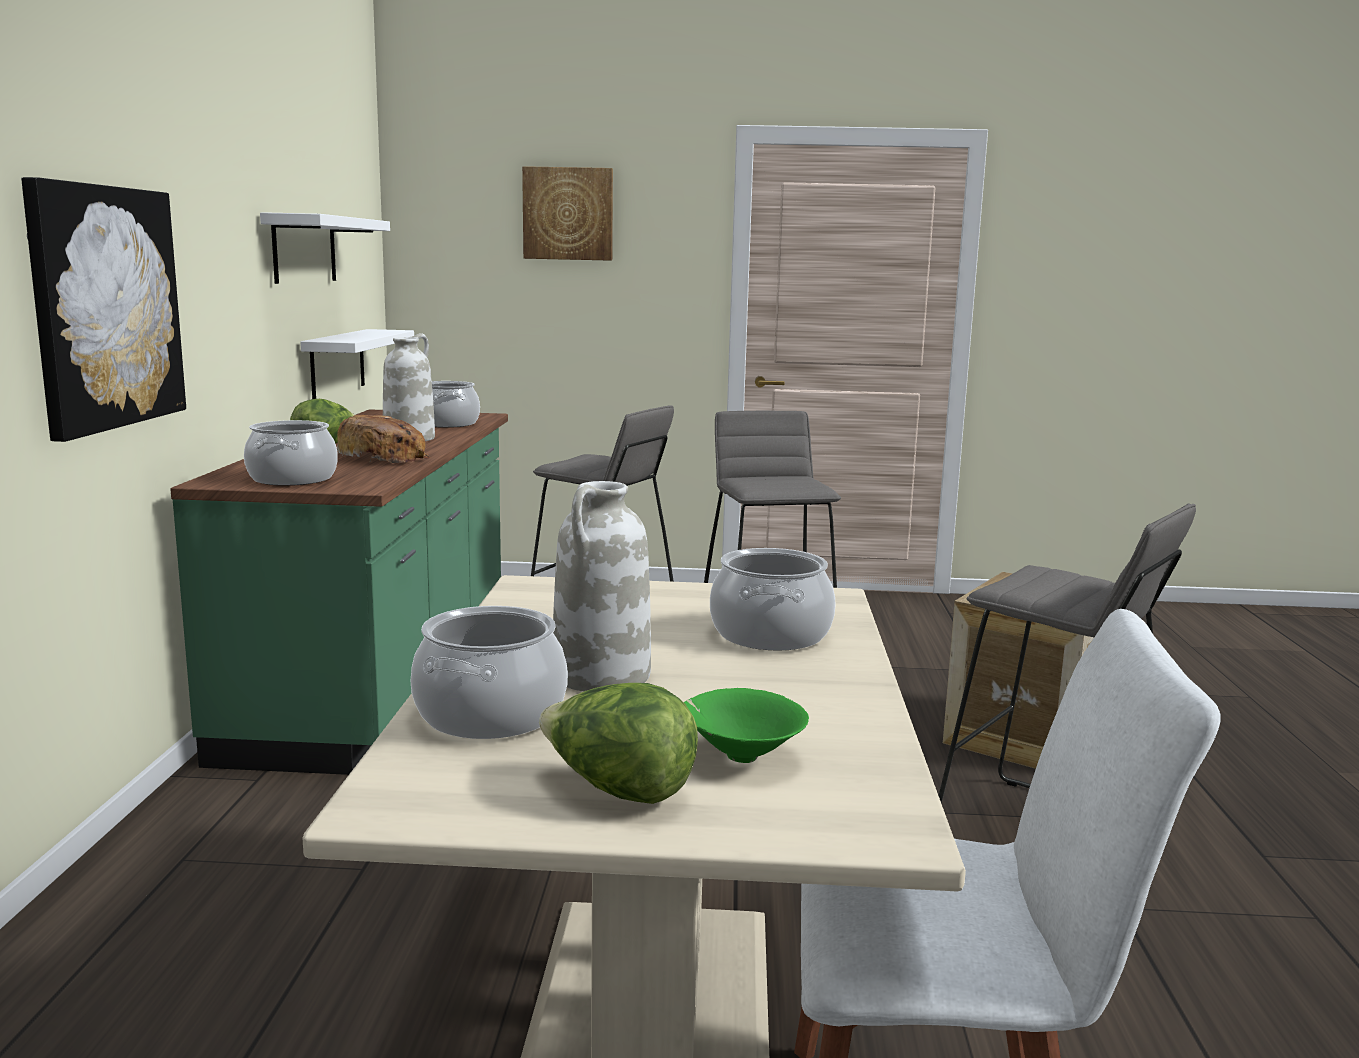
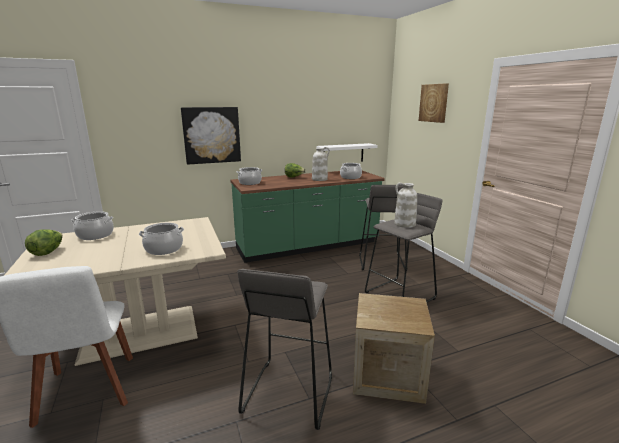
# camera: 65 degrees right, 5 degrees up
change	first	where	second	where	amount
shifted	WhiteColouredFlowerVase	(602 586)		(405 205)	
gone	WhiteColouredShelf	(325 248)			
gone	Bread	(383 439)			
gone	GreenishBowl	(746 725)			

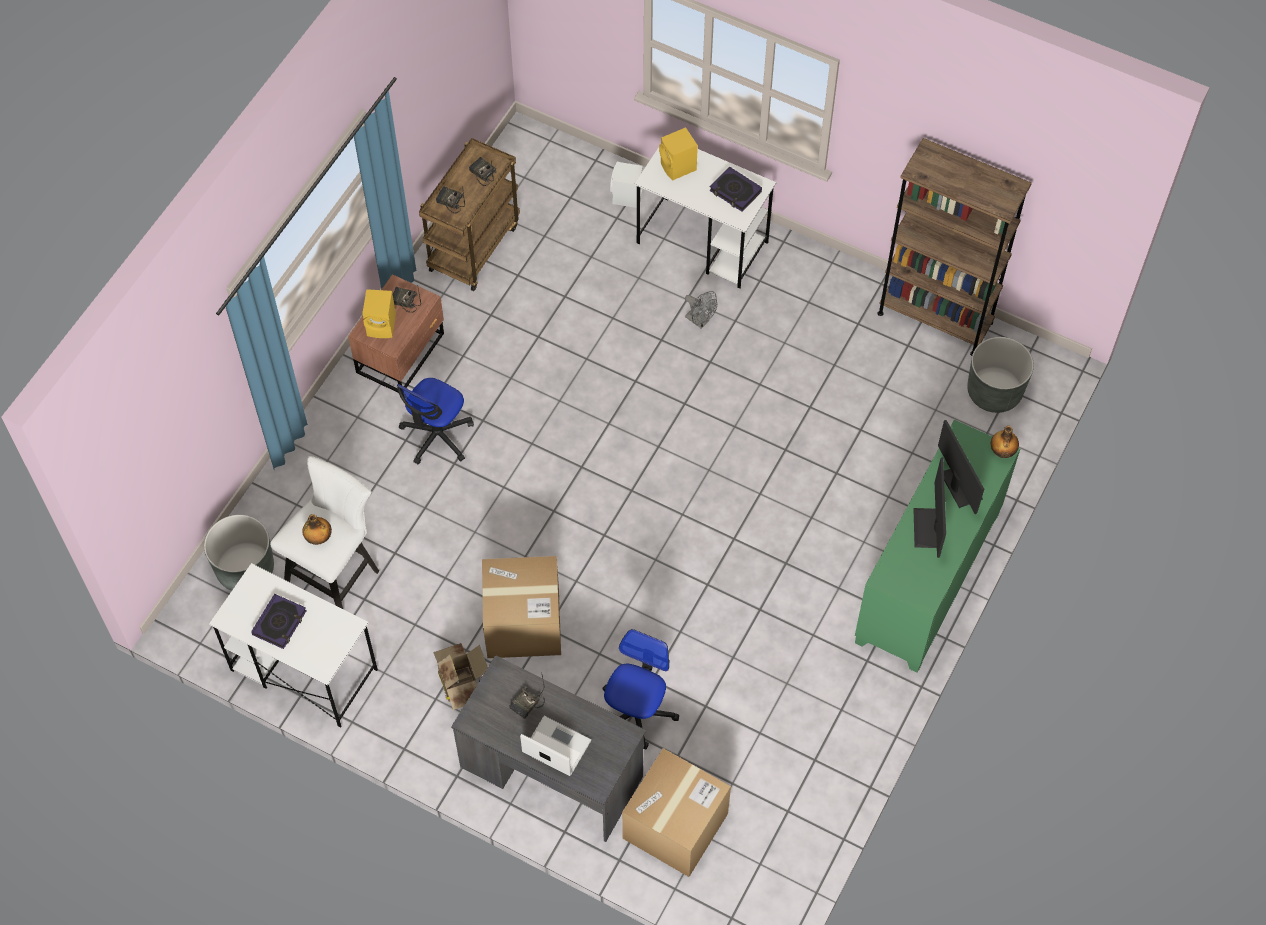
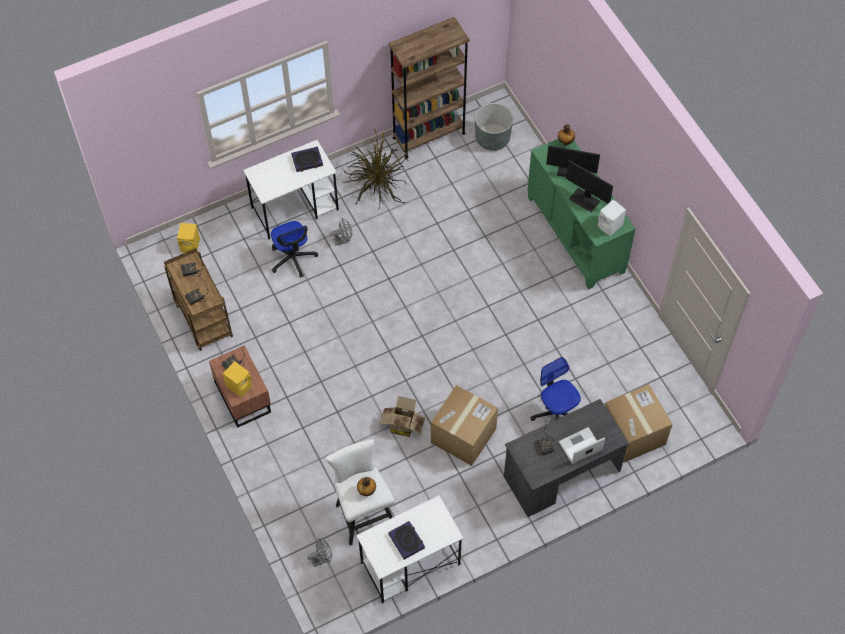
# camera: 55 degrees left, 0 degrees up
change	first	where	second	where	amount
shifted	YellowSpeaker	(678 154)		(188 238)	
shifted	DeskChair	(435 421)		(294 249)	
swapped	GreyishPlantPot	(239 553)	GreyishFan	(319 552)	
new			Houseplant	(376 169)	
shifted	PackingBox	(460 676)		(402 416)	
shifted	WhiteColouredSpeaker	(626 185)		(612 217)	

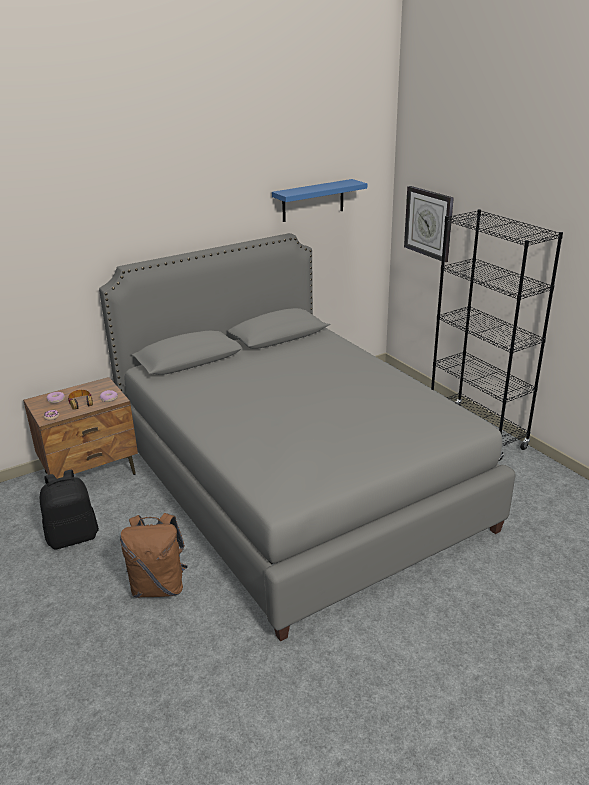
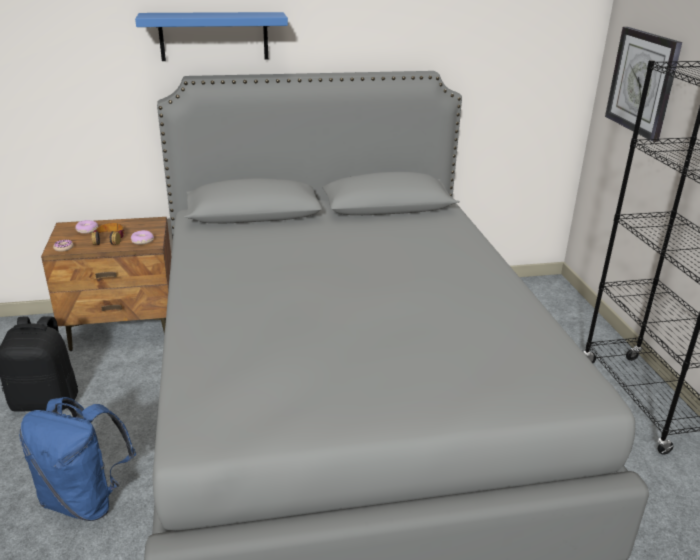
# camera: 20 degrees right, 0 degrees up
change	first	where	second	where	amount
repainted	BrownishKnapsack	(154 555)	BlueKnapsack	(77 459)	
shifted	BlueShelf	(319 200)		(211 36)	

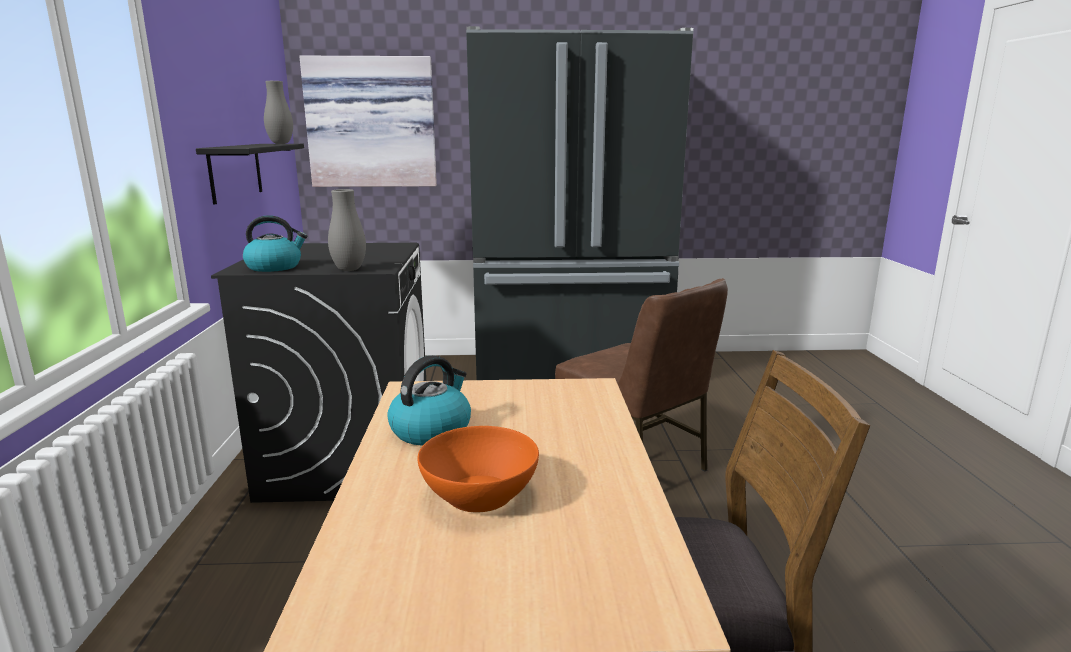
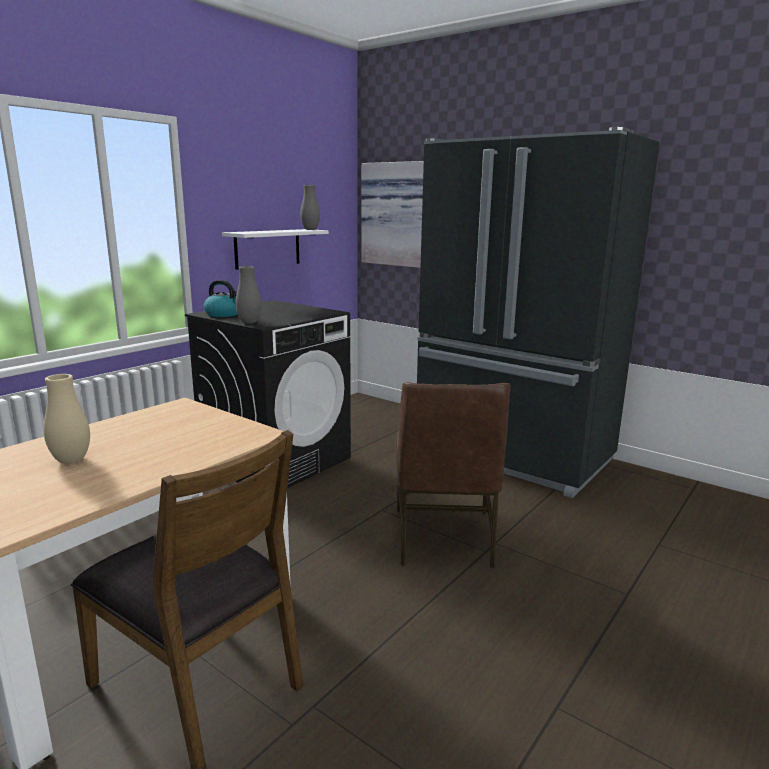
# camera: 40 degrees right, 0 degrees up
change	first	where	second	where	amount
swapped	OrangeBowl	(478 469)	BeigeFlowerVase	(67 419)	
repainted	BlackishShelf	(250 174)	WhiteColouredShelf	(275 249)	
gone	TeaKettle	(429 400)			

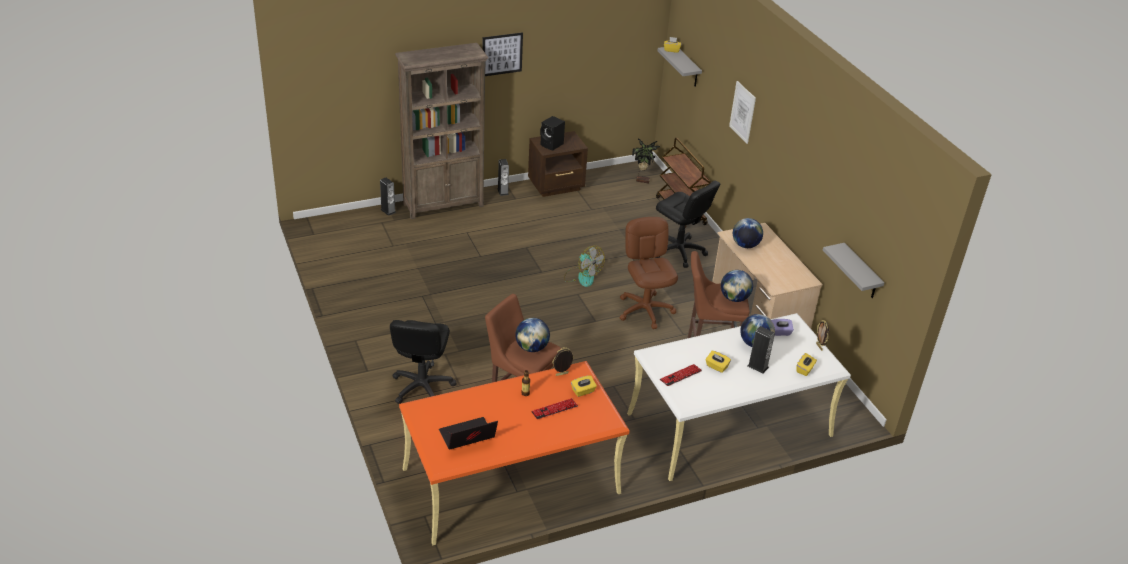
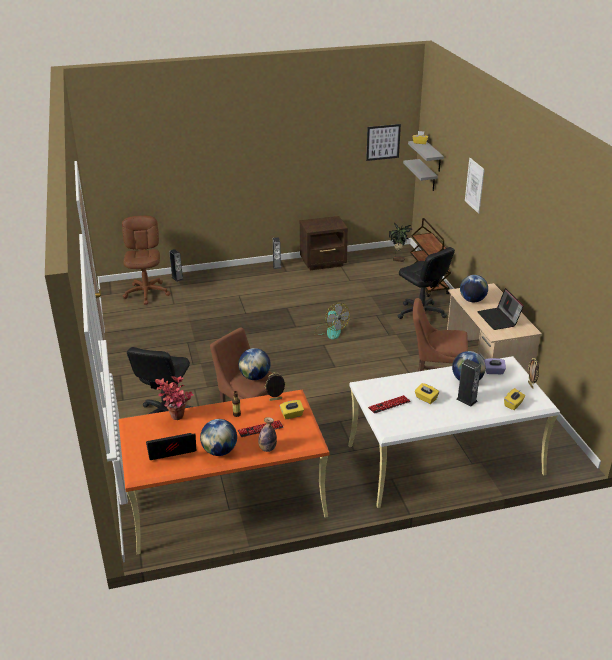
# camera: 10 degrees right, 5 degrees down
change	first	where	second	where	amount
shifted	BrownishDeskChair	(649 273)		(146 260)	
new			Houseplant	(174 398)	
shifted	Globe	(737 286)		(218 437)	
new			Bottle	(267 434)	
shifted	Picture	(502 54)		(383 142)	
shifted	GreyishShelf	(853 270)		(420 175)	
new			PortableComputer	(500 309)	
gone	BrownishBookcase	(441 131)			
gone	BlackishSpeaker	(552 133)			

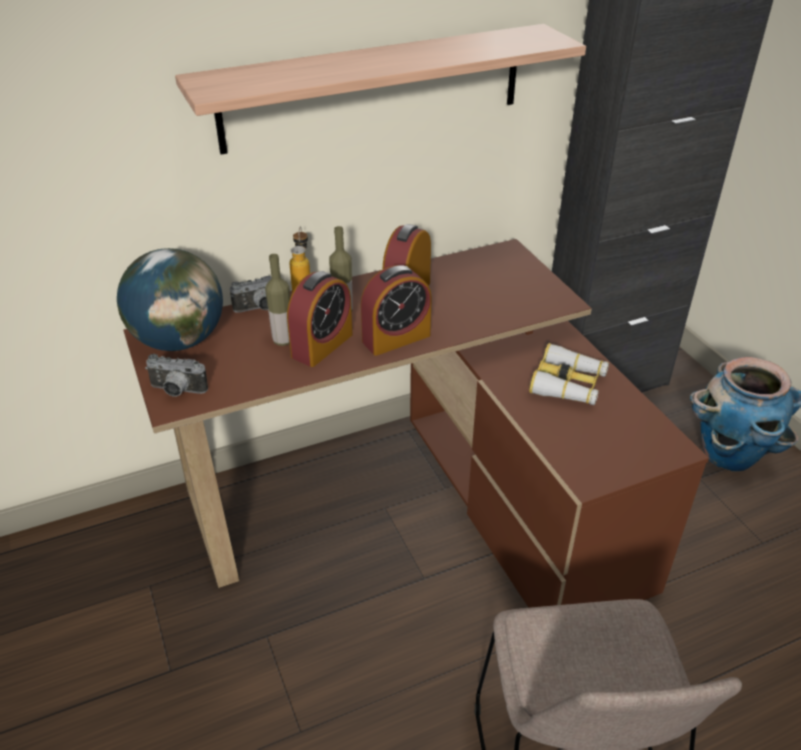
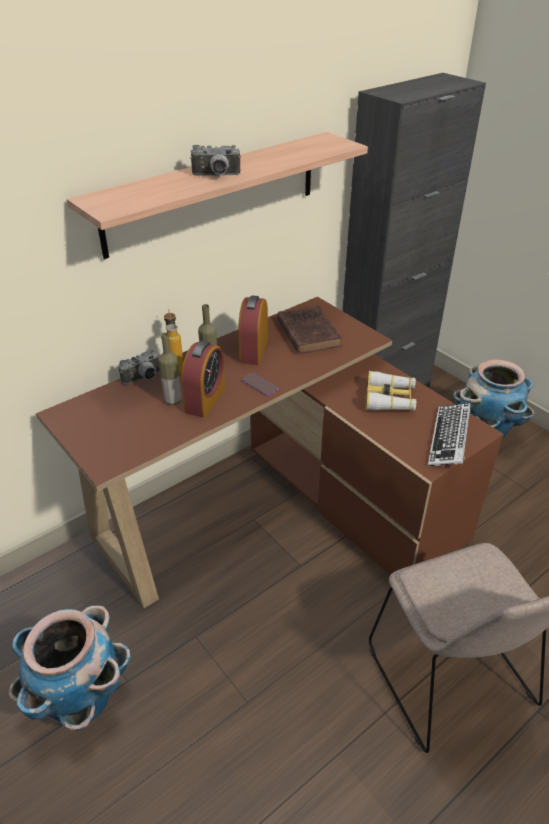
# camera: 15 degrees left, 0 degrees up
change	first	where	second	where	amount
new			PlantPot	(70 668)	
shifted	StillCamera	(176 375)		(215 160)	
swapped	AlarmClock	(396 310)	Telephone	(260 384)	
new			BrownishBook	(309 329)	
new			ComputerKeyboard	(449 434)	
gone	Globe	(170 299)			

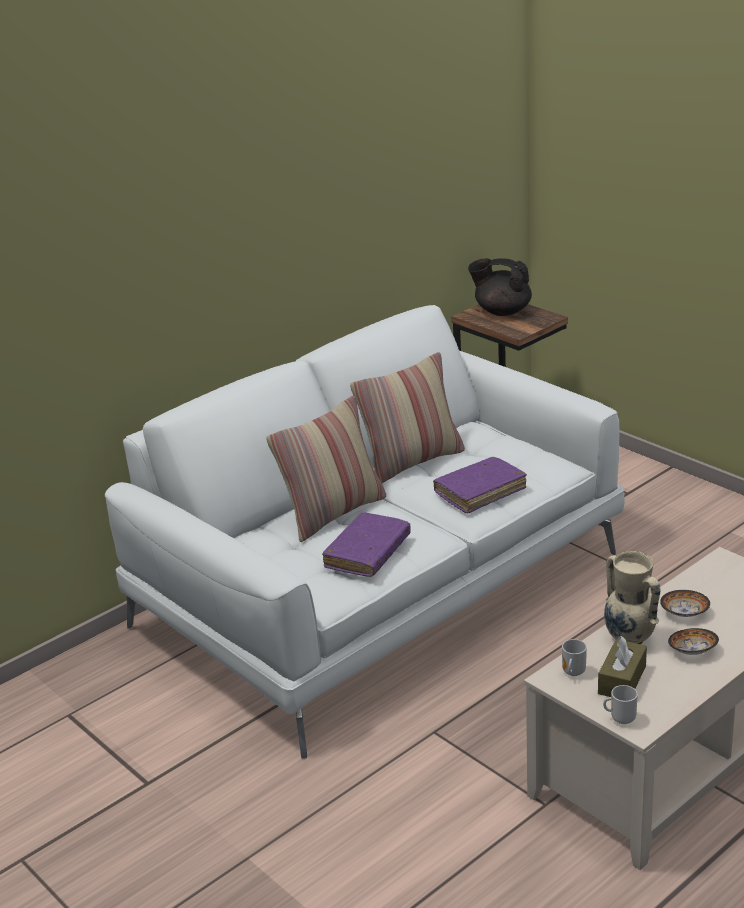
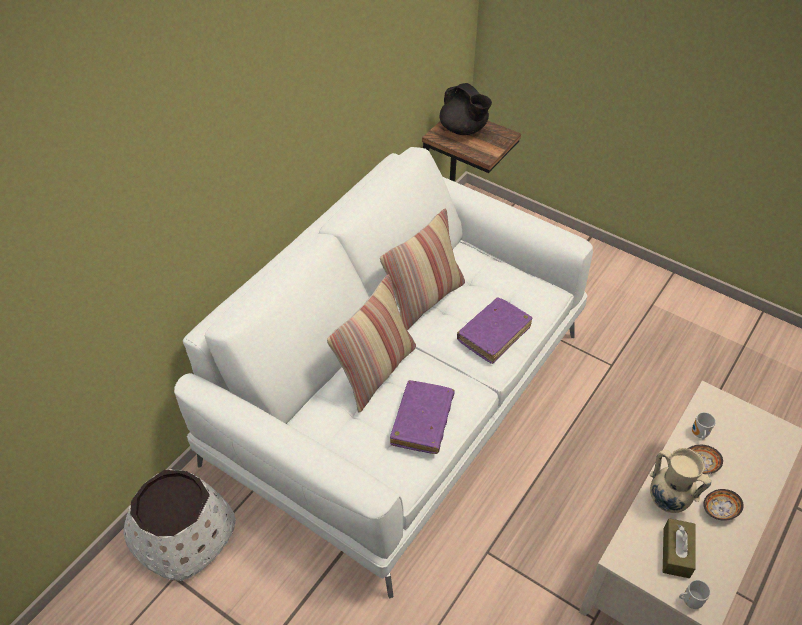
# camera: 15 degrees left, 20 degrees up
change	first	where	second	where	amount
new			WhiteColouredPlantPot	(179 525)	
rotated	BlackishTeapot	(500 287)		(466 109)	135 degrees counterclockwise
shifted	TeaMug	(574 657)		(704 426)	

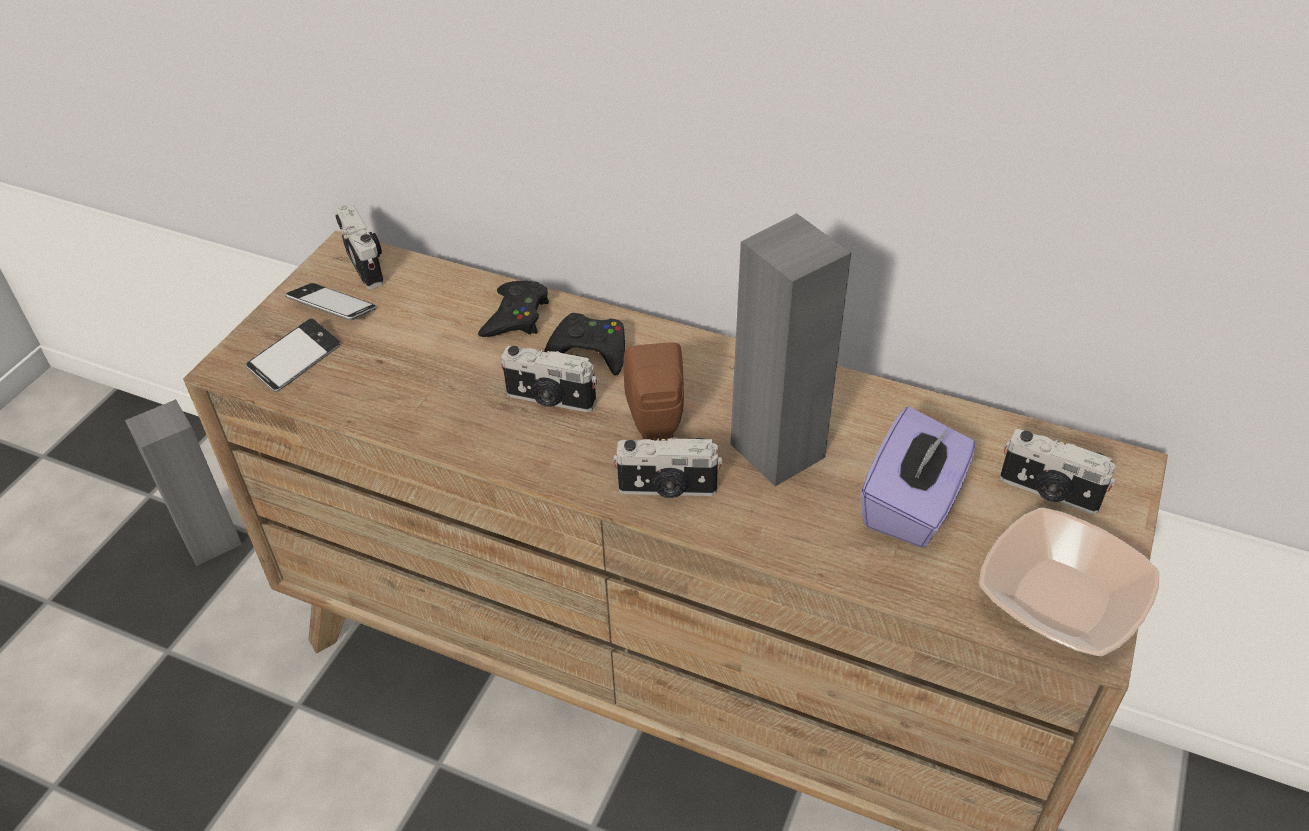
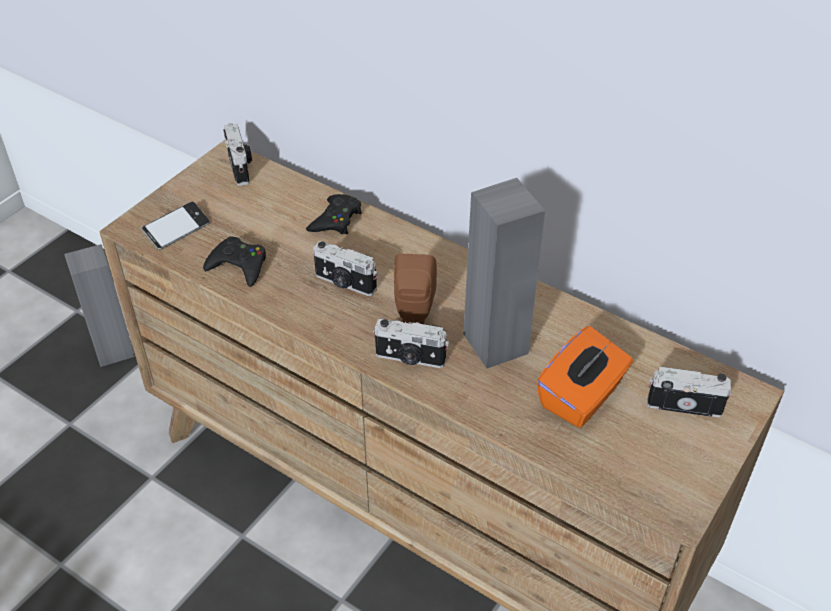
# camera: 10 degrees right, 0 degrees up
change	first	where	second	where	amount
shifted	BlackishGameController	(584 344)		(234 261)	
repainted	PurpleColouredBoxOfTissues	(918 477)	OrangeBoxOfTissues	(584 377)	
rotated	StillCamera	(1058 471)		(689 391)	150 degrees clockwise
gone	Telephone	(331 301)			
gone	Bowl	(1069 582)			

